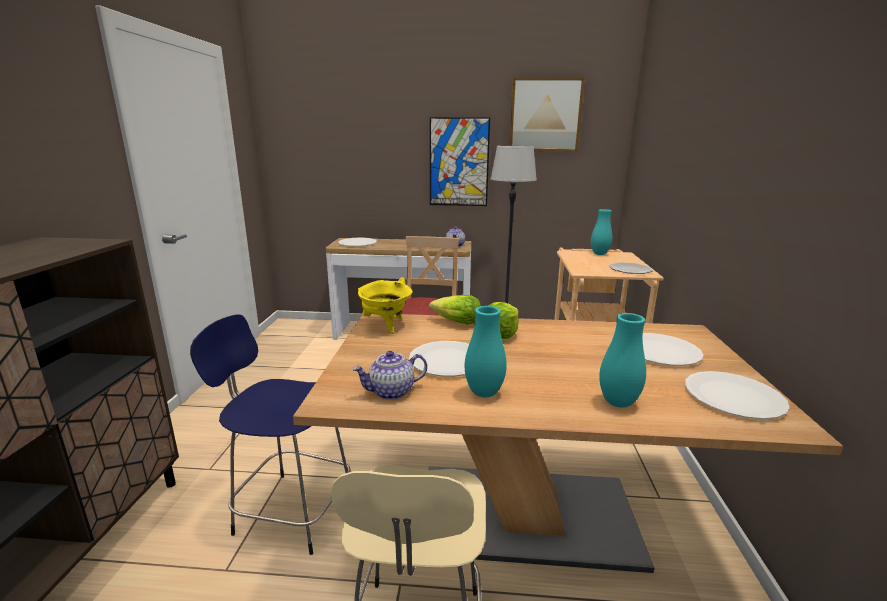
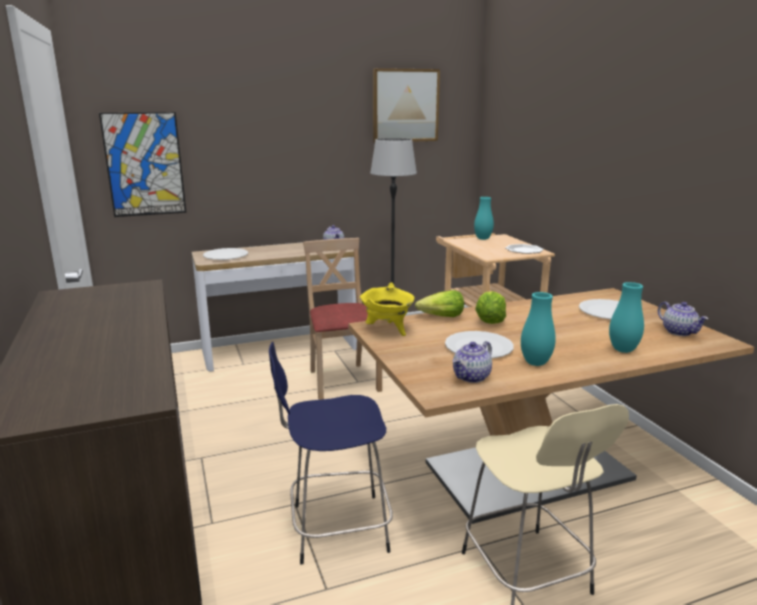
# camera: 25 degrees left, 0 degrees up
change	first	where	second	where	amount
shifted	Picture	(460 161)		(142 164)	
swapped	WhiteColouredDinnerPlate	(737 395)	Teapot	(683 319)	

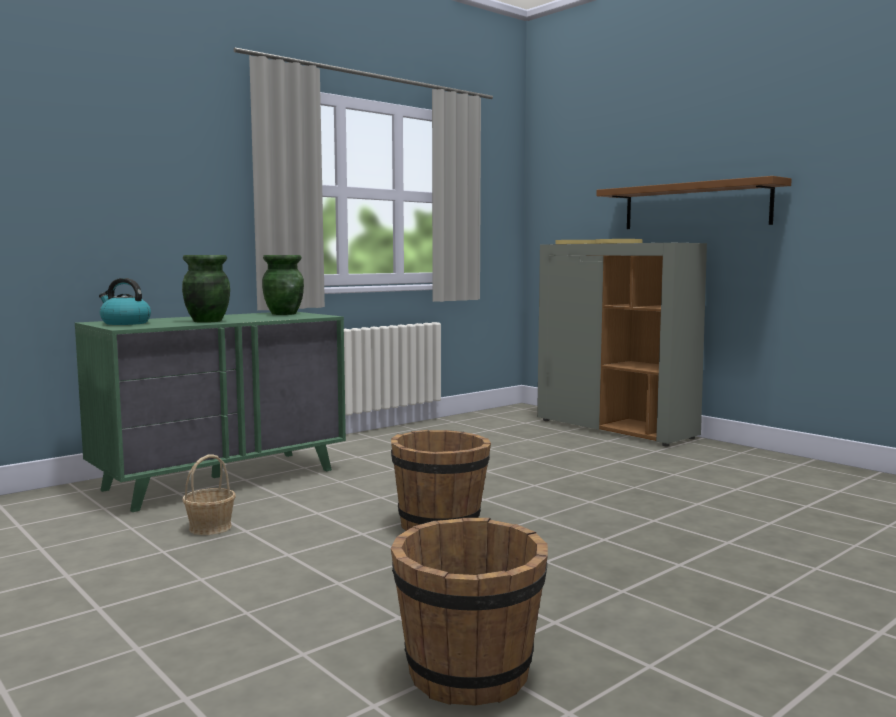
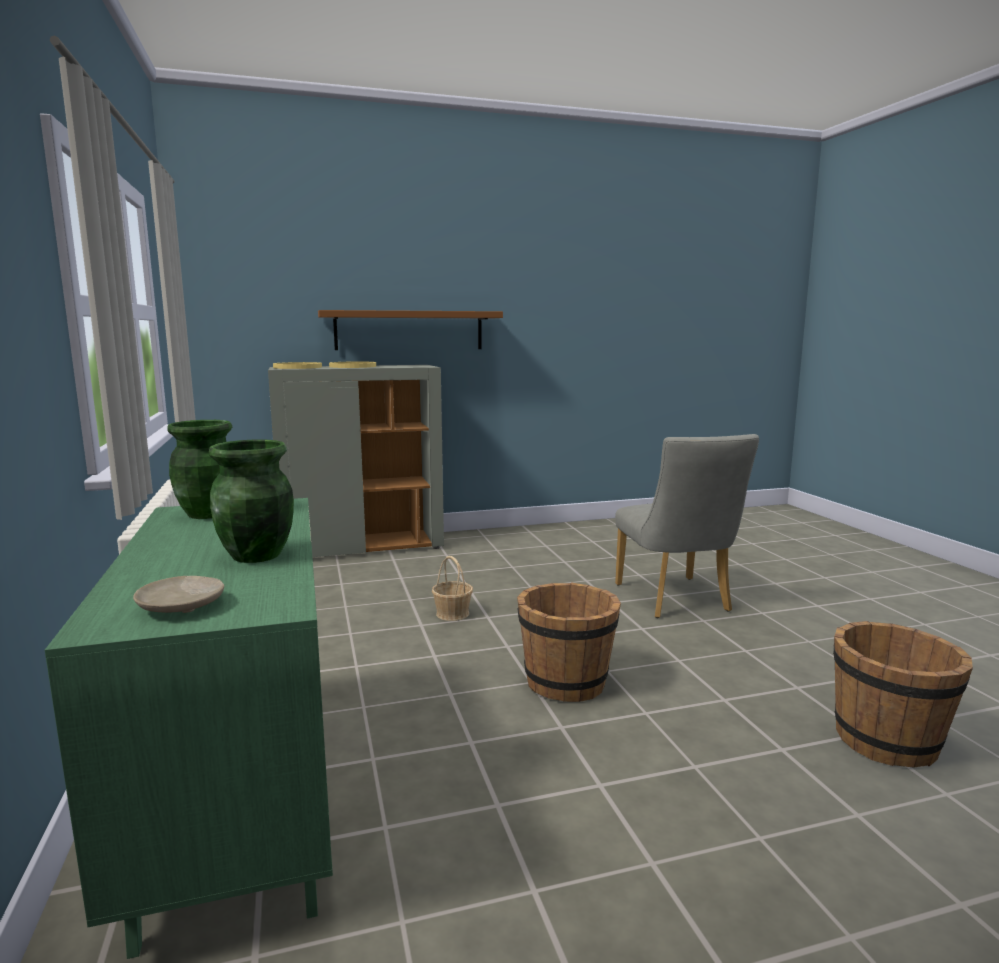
# camera: 65 degrees left, 5 degrees up
change	first	where	second	where	amount
swapped	TeaKettle	(125 301)	BeigeDinnerPlate	(178 594)	
shifted	Basket	(209 495)		(452 588)	
new			GreyishChair	(687 526)	

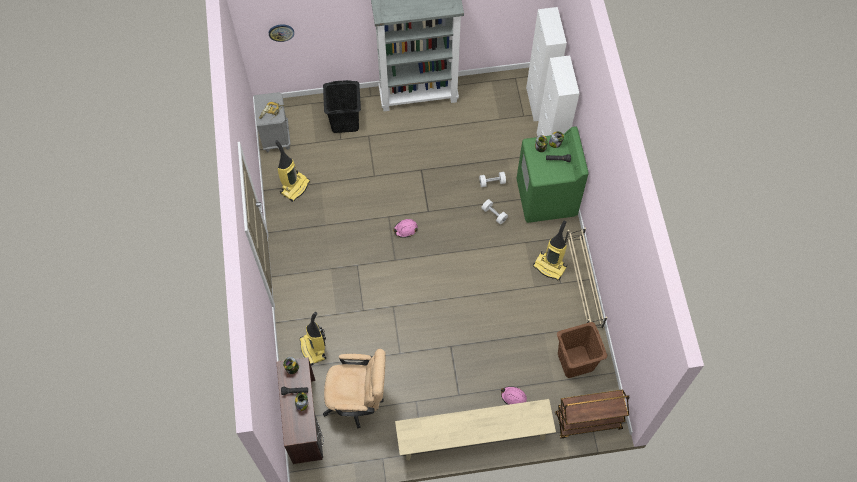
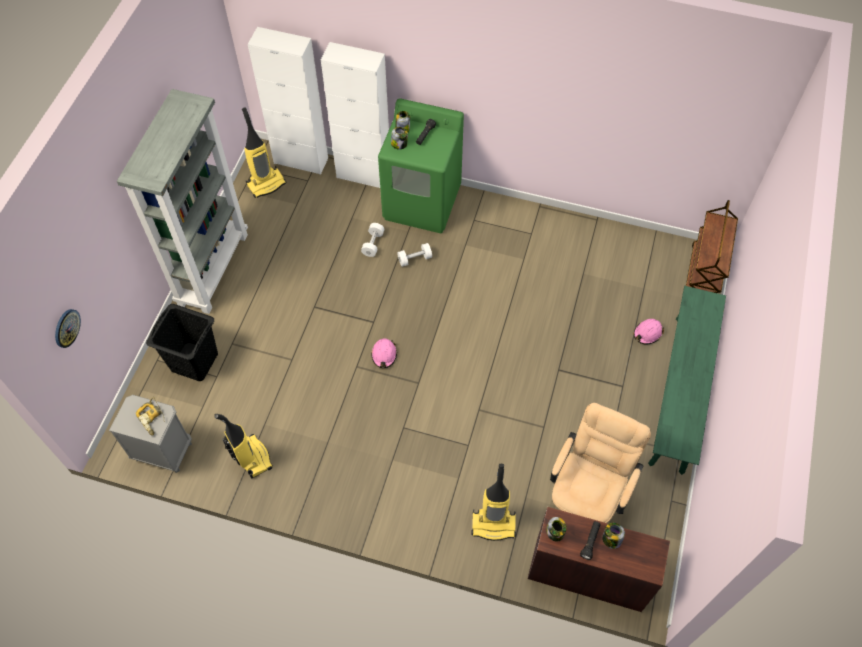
# camera: 65 degrees left, 5 degrees down
change	first	where	second	where	amount
shifted	VacuumCleaner	(550 250)		(264 152)	
repainted	BeigeBench	(475 430)	GreenishBench	(687 380)	
gone	BrownishLaundryBasket	(582 350)			
gone	BeigeShoeRack	(586 278)			

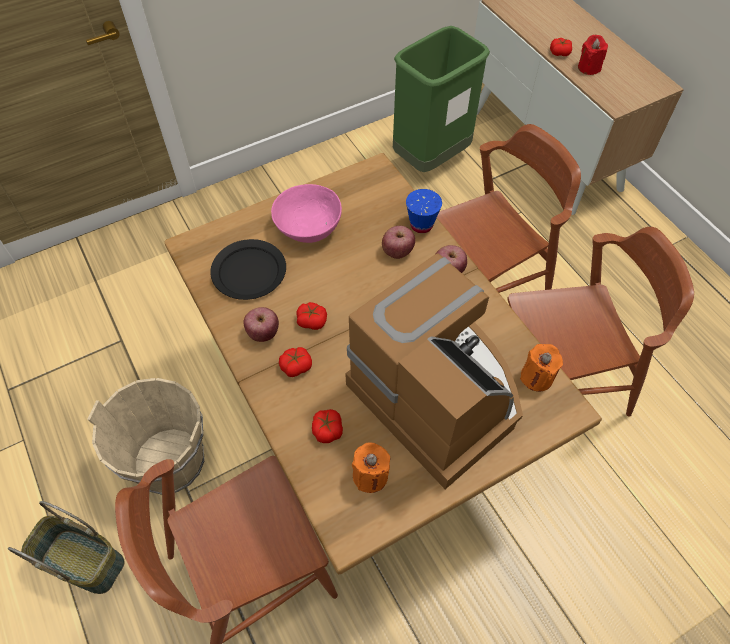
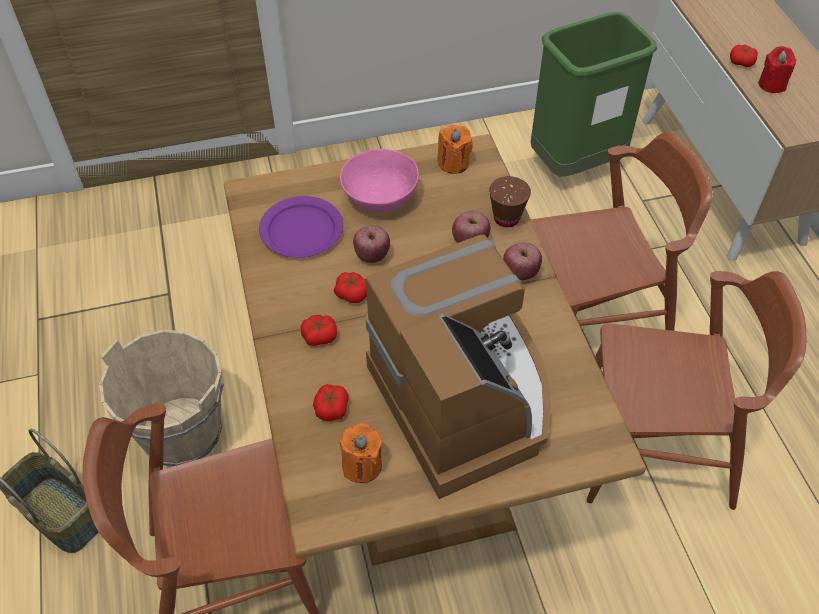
# camera: 15 degrees right, 5 degrees down
change	first	where	second	where	amount
repainted	BlackishDinnerPlate	(248 269)	PurpleColouredDinnerPlate	(301 227)	
shifted	AppleFruit	(261 324)		(371 244)	
shifted	OrangeCandle	(541 368)		(455 149)	
repainted	BlueCup	(424 211)	BrownishCup	(510 201)	

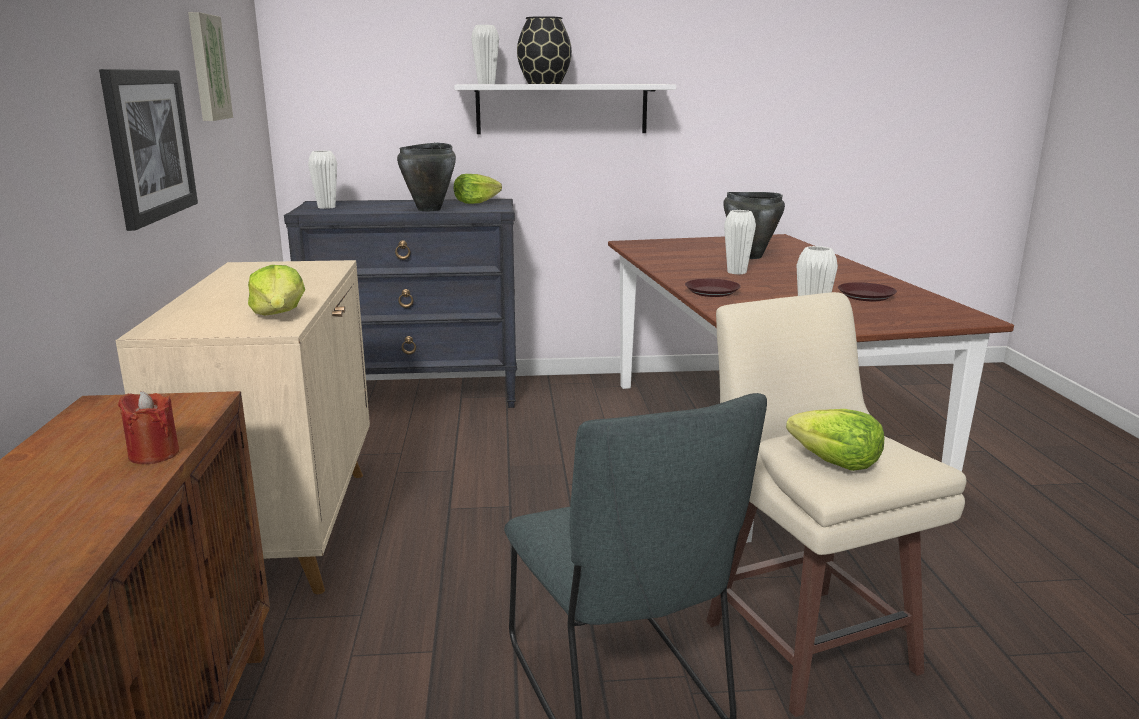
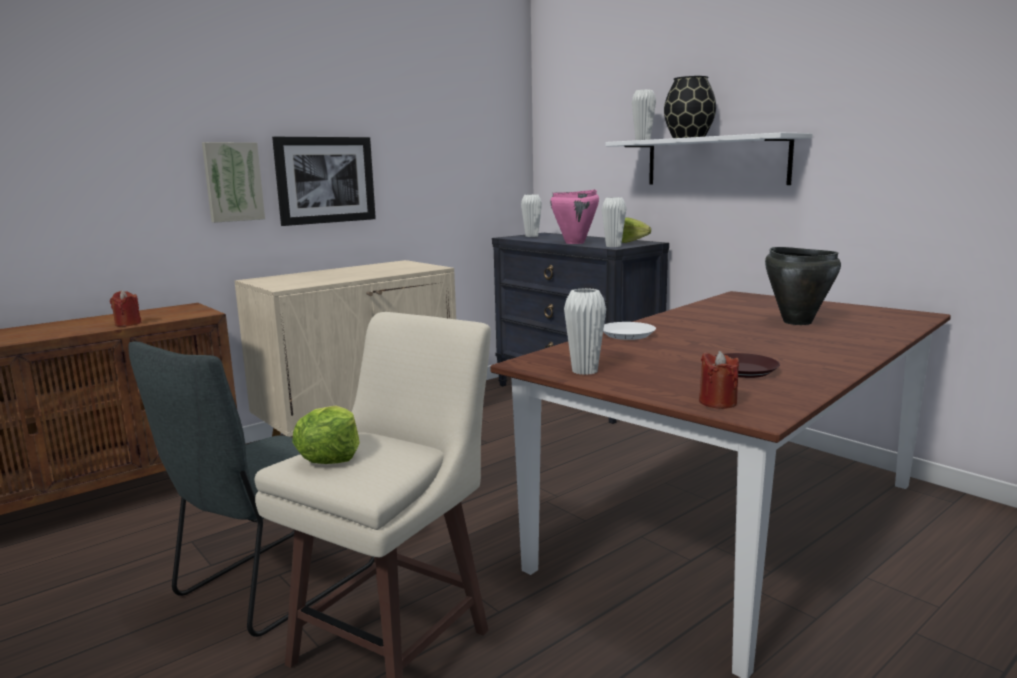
# camera: 55 degrees right, 5 degrees down
change	first	where	second	where	amount
shifted	Picture	(210 66)		(233 182)	
repainted	BlackishStockpot	(426 177)	PinkStockpot	(574 217)	
shifted	WhiteColouredFlowerVase	(740 242)		(614 222)	
repainted	BrownishDinnerPlate	(713 288)	WhiteColouredDinnerPlate	(629 331)	
new			RedColouredCandle	(719 380)	
gone	HeadOfLettuce	(276 290)			

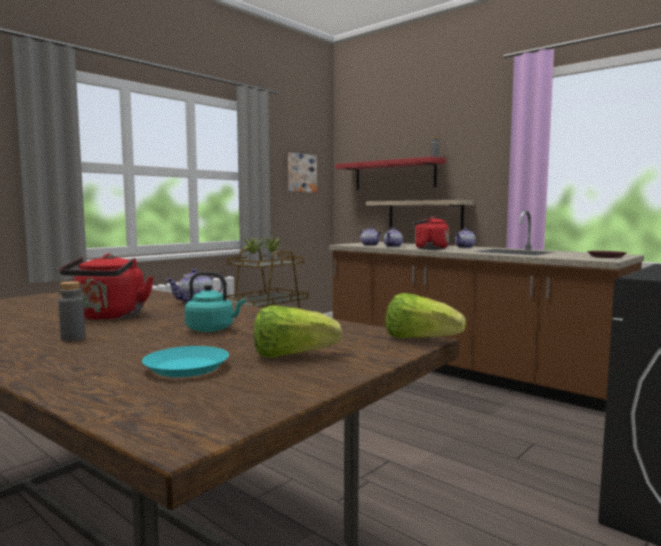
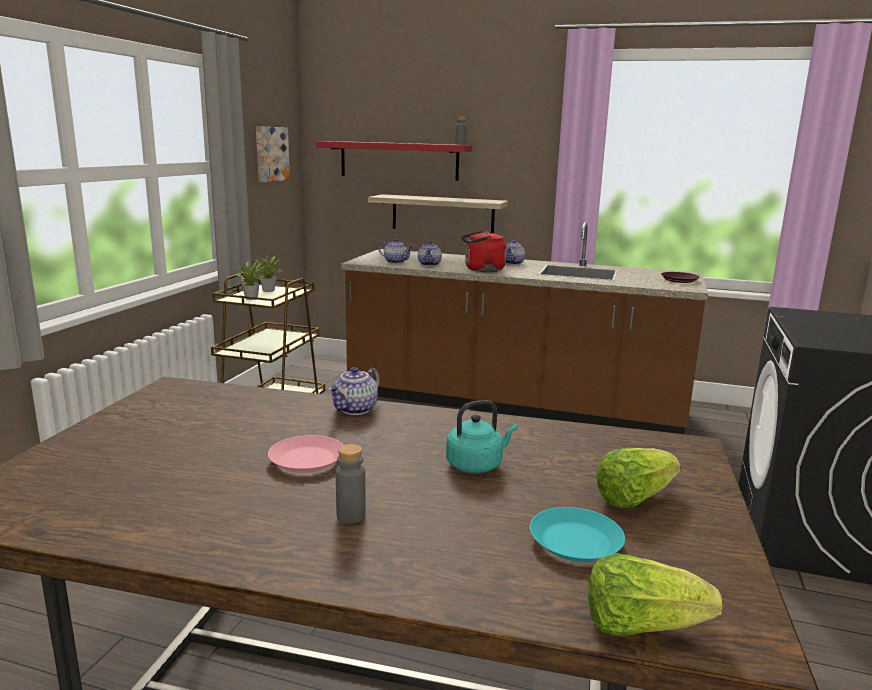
# camera: 25 degrees left, 10 degrees up
change	first	where	second	where	amount
swapped	RedColouredTeaKettle	(106 287)	PinkDinnerPlate	(305 454)	
shifted	HeadOfLettuce	(425 315)		(655 595)	

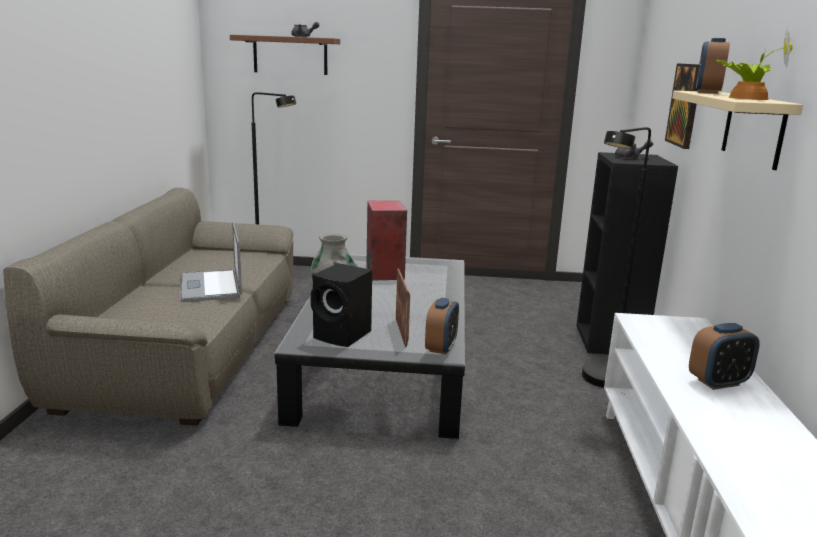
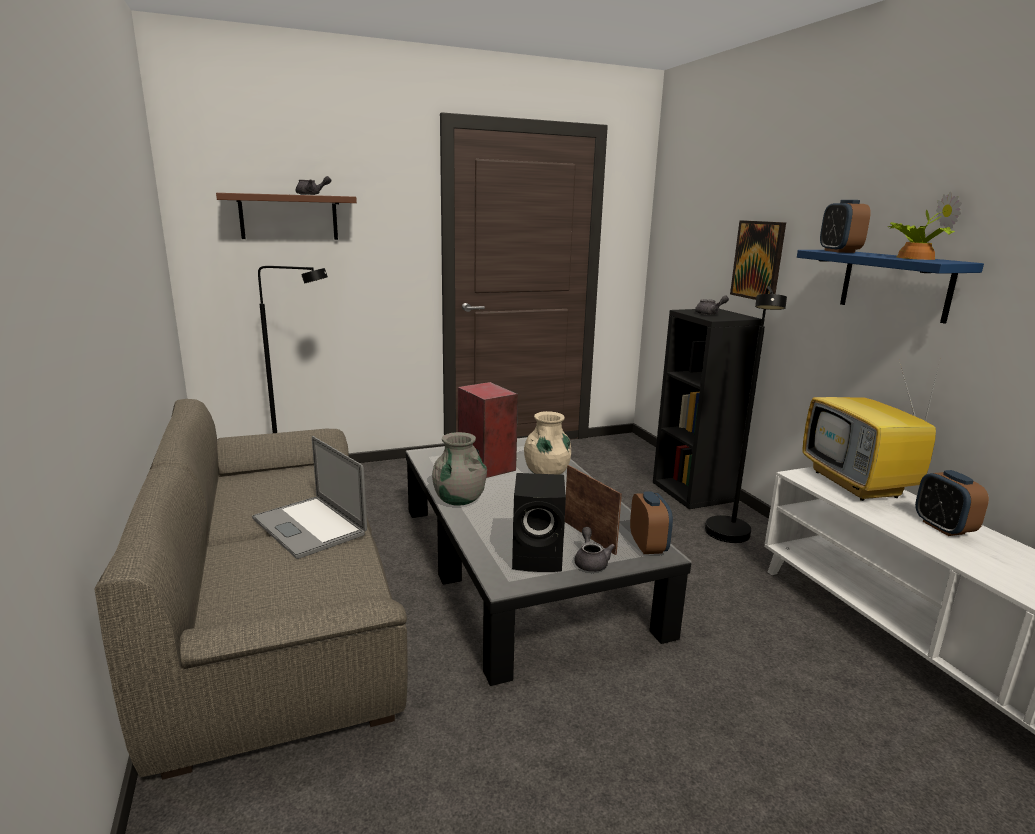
# camera: 25 degrees left, 0 degrees up
change	first	where	second	where	amount
new			BeigeFlowerVase	(547 443)	
new			GreyishTeapot	(595 549)	
repainted	BeigeShelf	(737 130)	BlueShelf	(890 287)	
new			Tv	(871 431)	
rotated	AlarmClock	(724 356)		(952 503)	120 degrees clockwise

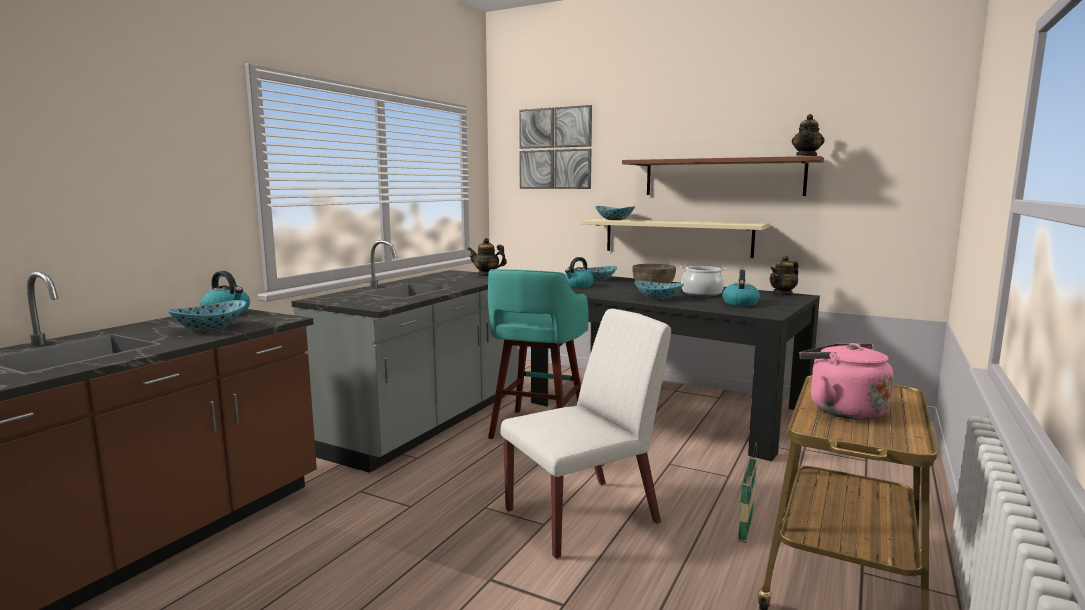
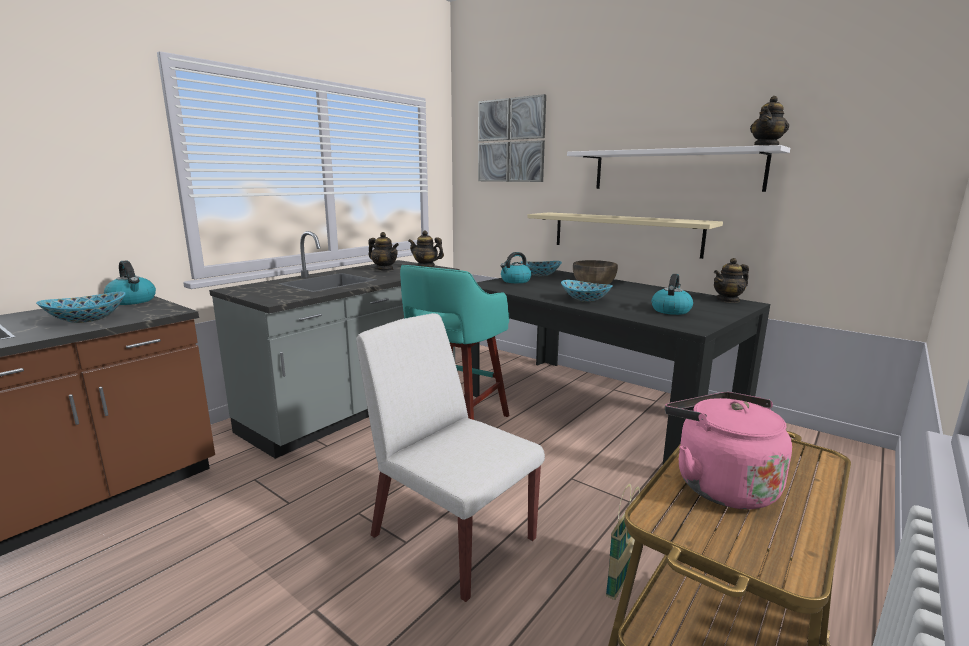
# camera: 10 degrees right, 5 degrees up
change	first	where	second	where	amount
rotated	WhiteColouredChair	(585 434)		(450 457)	120 degrees counterclockwise
new			Teapot	(383 251)	
repainted	BrownishShelf	(723 176)	WhiteColouredShelf	(678 168)	
gone	Bowl	(615 213)			
gone	Stockpot	(703 281)			

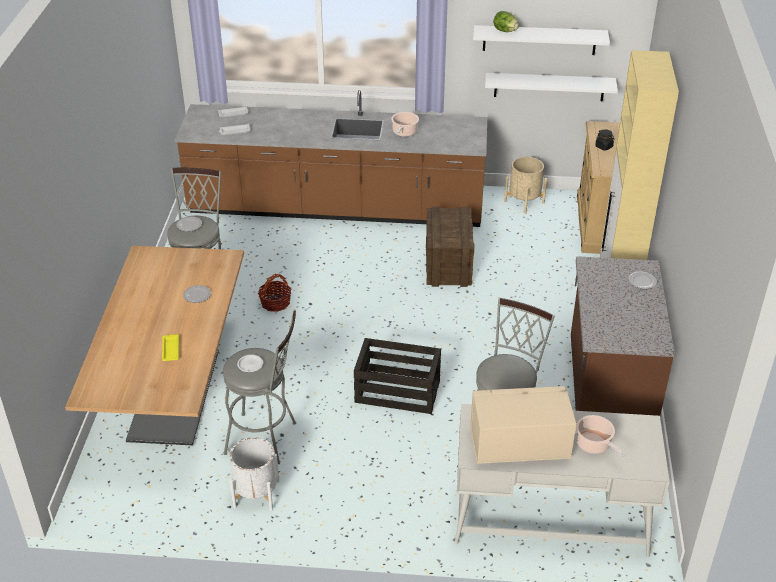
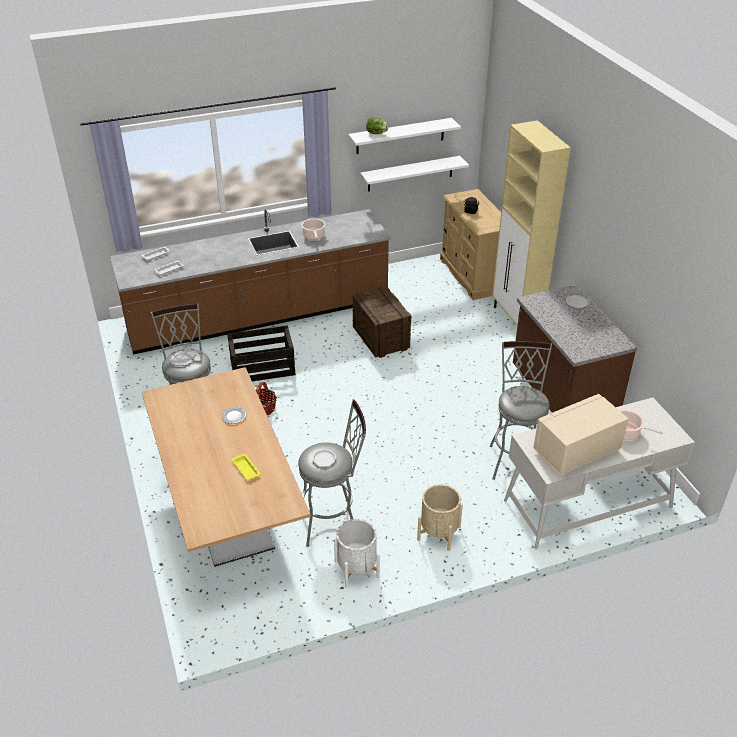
# camera: 25 degrees left, 0 degrees up
change	first	where	second	where	amount
shifted	ShippingCrate	(397 376)		(261 353)	
shifted	BeigePlantPot	(525 185)		(440 517)	

